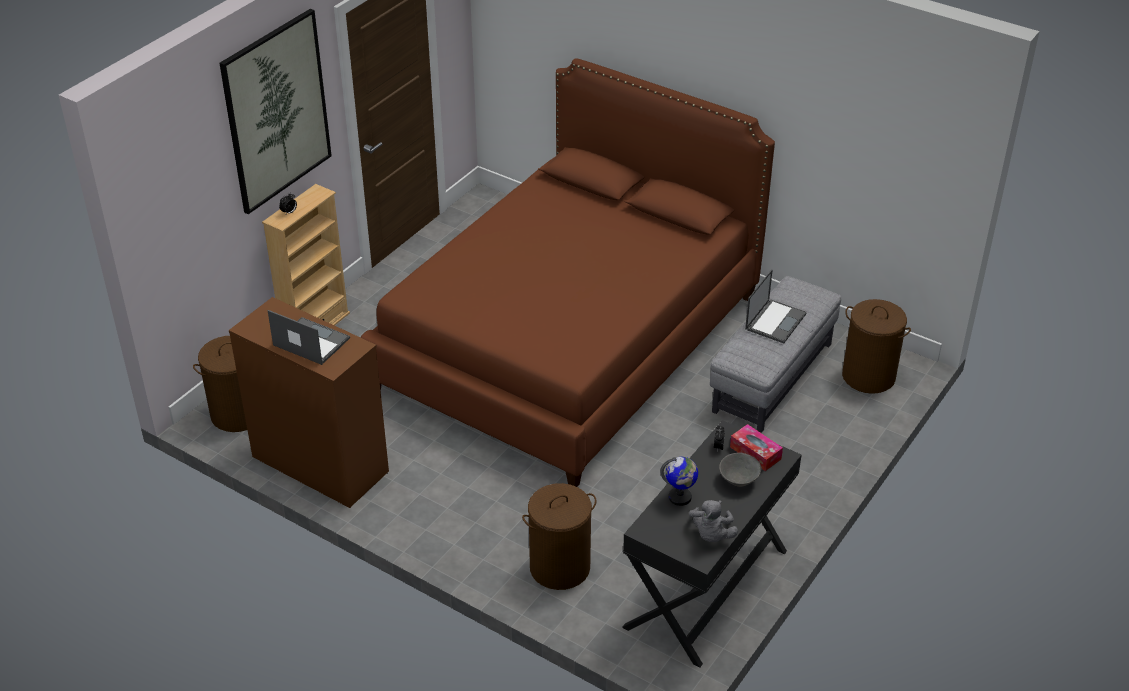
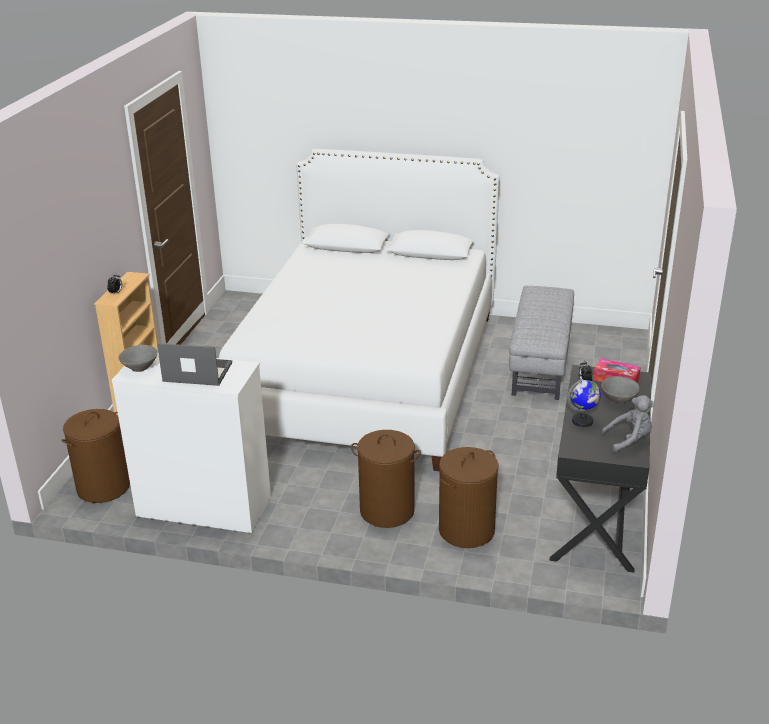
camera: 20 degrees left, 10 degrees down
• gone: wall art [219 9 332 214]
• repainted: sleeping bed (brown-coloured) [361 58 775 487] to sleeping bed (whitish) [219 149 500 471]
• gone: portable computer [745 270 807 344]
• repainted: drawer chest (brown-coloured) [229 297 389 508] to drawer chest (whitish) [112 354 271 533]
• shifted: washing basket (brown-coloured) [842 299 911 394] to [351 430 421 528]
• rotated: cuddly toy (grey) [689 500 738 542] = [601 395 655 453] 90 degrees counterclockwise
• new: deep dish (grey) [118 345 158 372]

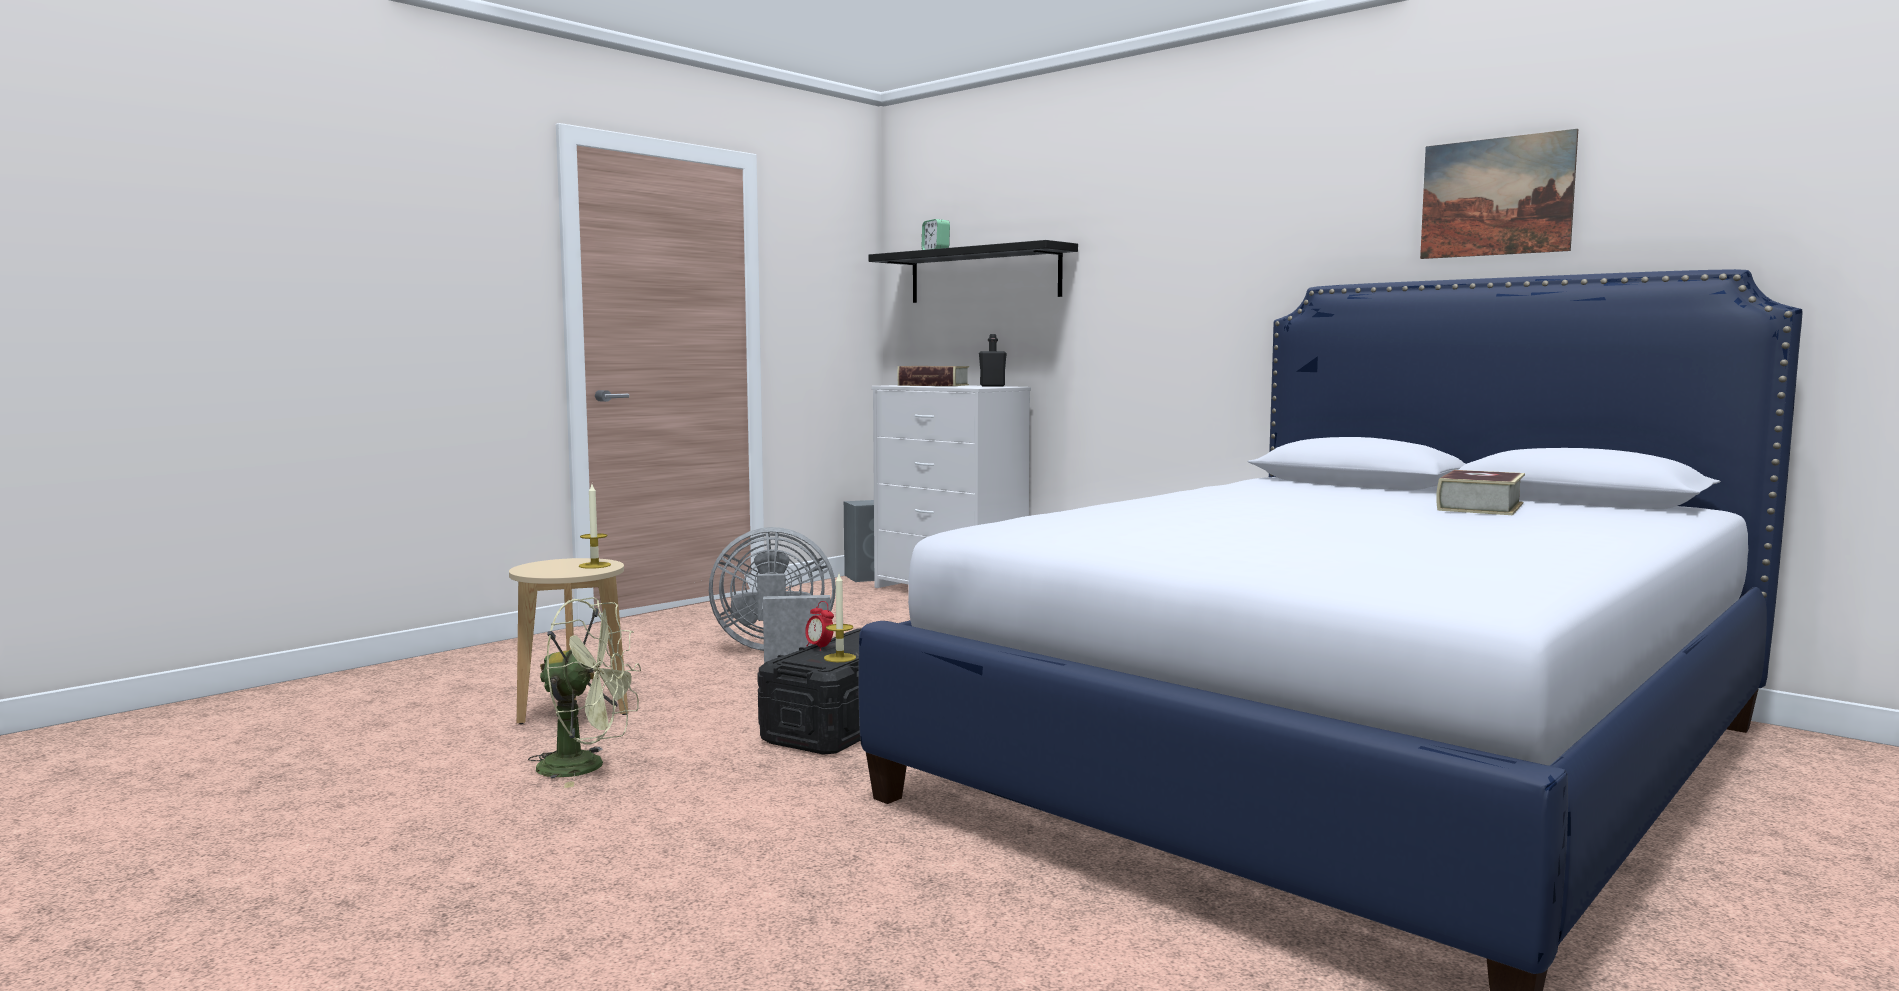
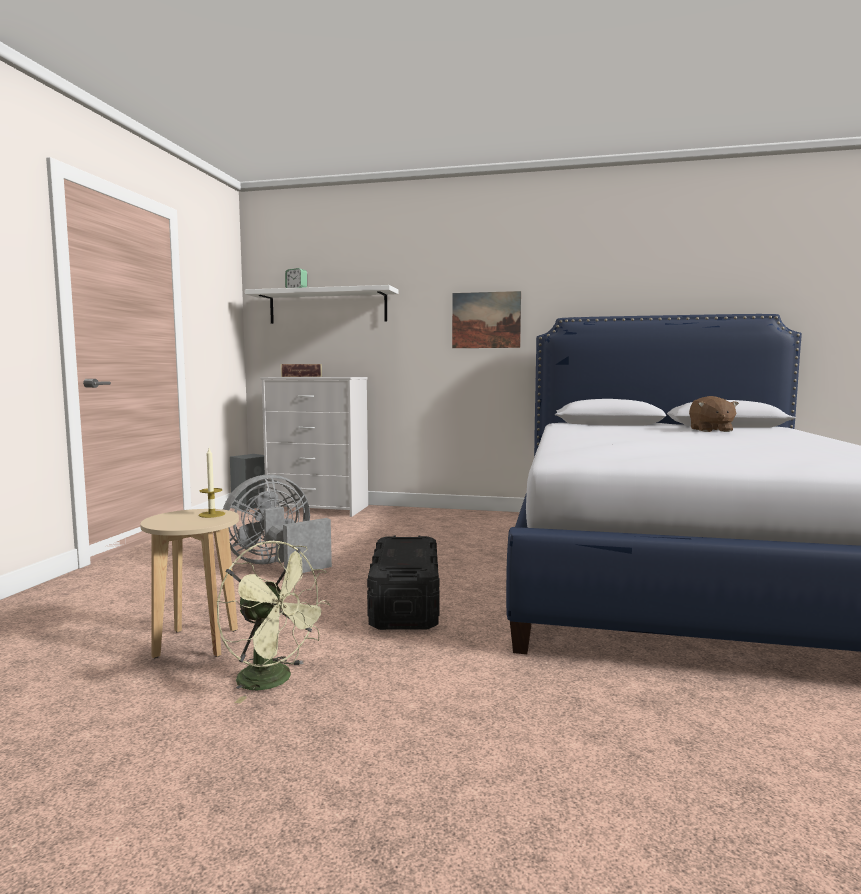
camera: 30 degrees left, 0 degrees up
• shifted: wall art [1420 129 1578 259] to [452 291 521 348]
• repainted: shelf (black) [869 240 1078 303] to shelf (whitish) [245 285 398 324]
• gone: bottle (black) [979 334 1007 387]
• swapped: volume [1436 470 1525 515] to cuddly toy (brown-coloured) [689 396 739 432]
• gone: wax light [824 574 856 662]
• rotated: fan (green) [528 597 641 788] = [217 541 331 703] 60 degrees clockwise
• gone: alarm clock [805 601 834 651]

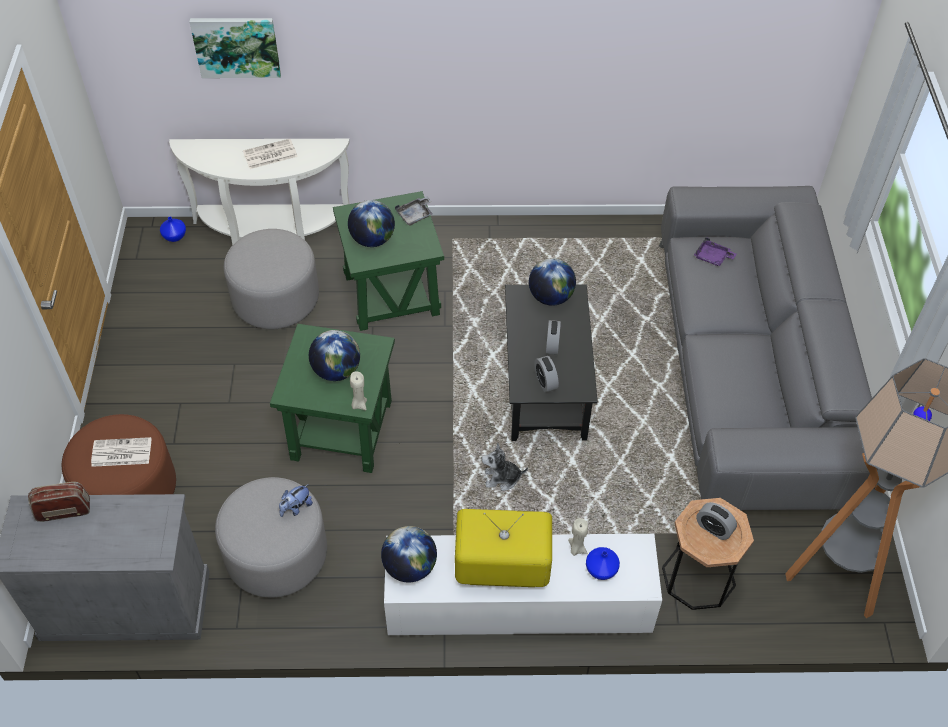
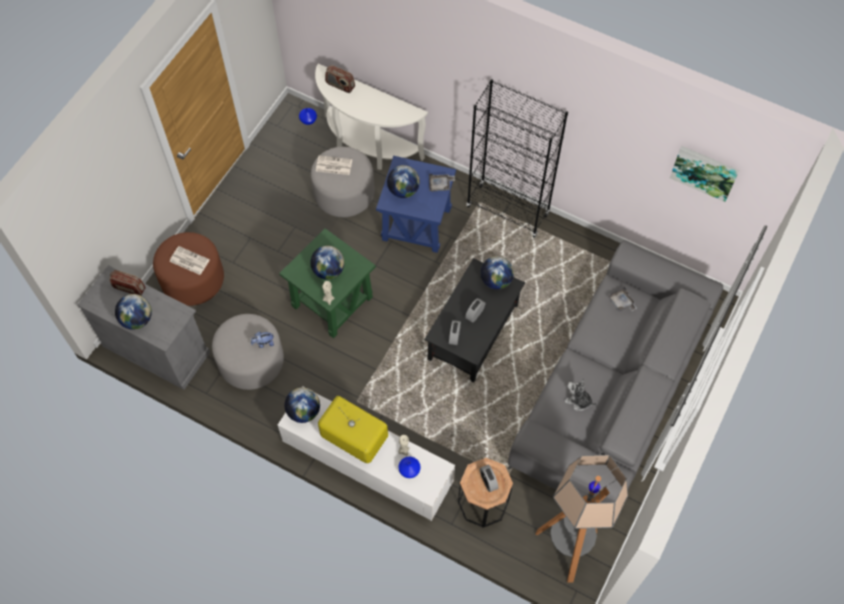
camera: 30 degrees right, 10 degrees up
• shifted: wall art [189 18 281 78] to [670 146 740 202]
• shifted: printed paper [243 139 298 169] to [316 156 352 175]
• repainted: accent table (green) [333 191 444 331] to accent table (blue) [376 156 456 253]
• repainted: carrying tray (purple) [694 237 737 266] to carrying tray (grey) [608 287 637 312]
• shifted: cuddly toy [482 443 528 491] to [564 378 597 411]
• new: radio receiver [325 65 355 93]
• new: shelving unit (black) [466 79 568 238]
• new: desk globe [115 294 152 330]

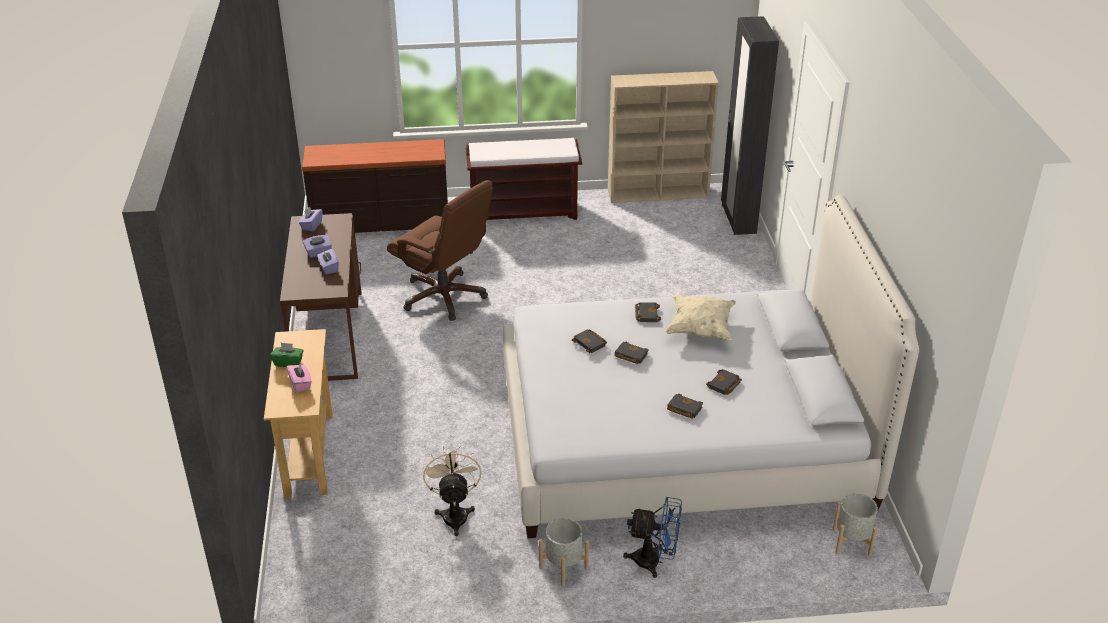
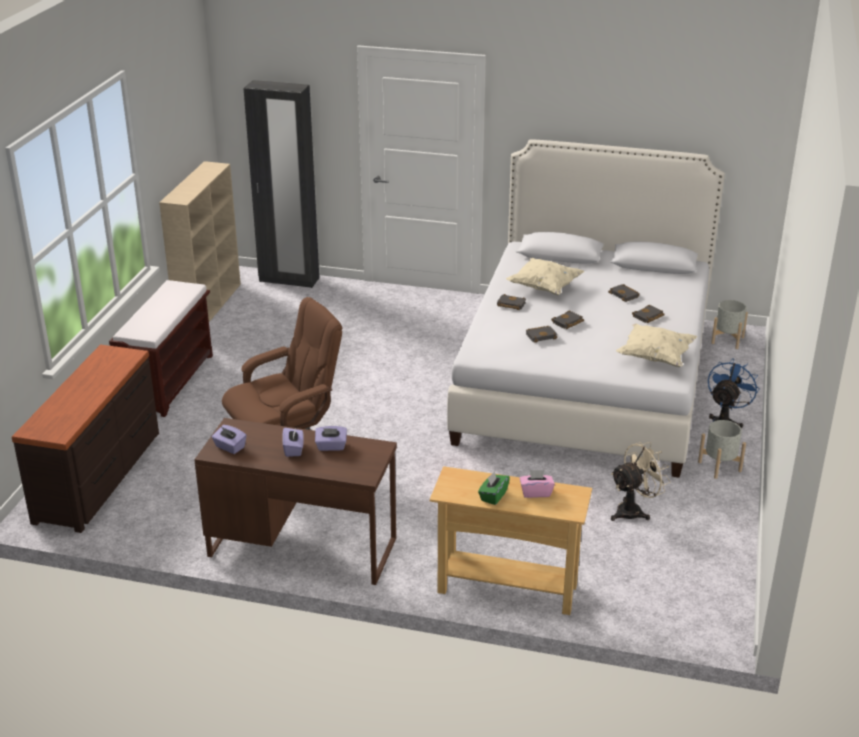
camera: 70 degrees left, 5 degrees down
• rotated: fan (sand-coloured) [423 446 481 536] = [611 442 671 521] 135 degrees clockwise
• new: pillow (sand-coloured) [616 323 697 367]

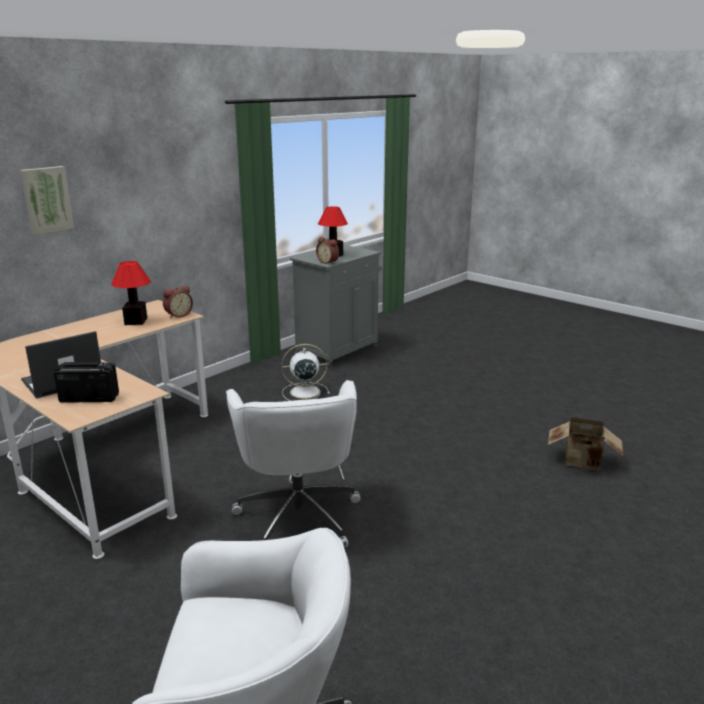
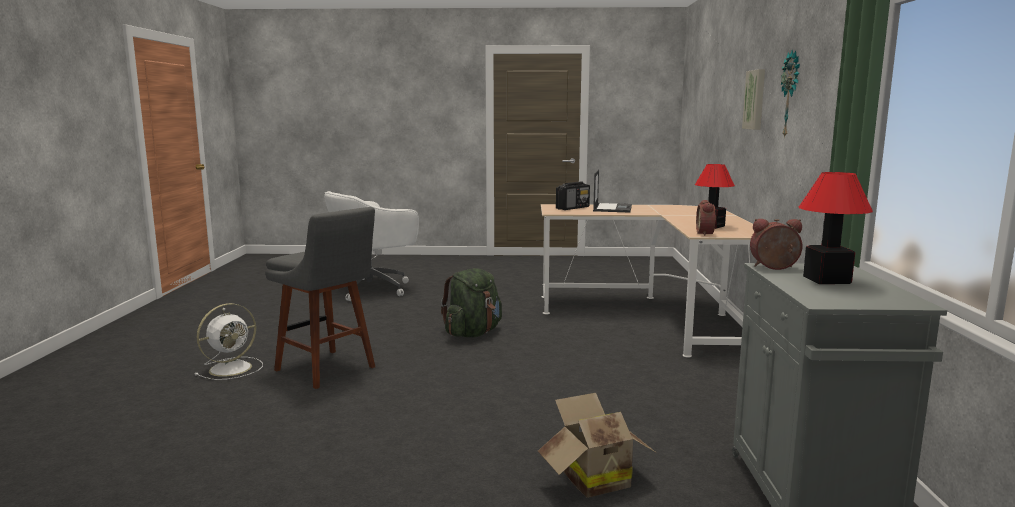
camera: 140 degrees right, 10 degrees down
• shifted: fan (whitish) [281 344 330 401] to [195 303 263 380]
• swapped: office chair (whitish) [226 380 361 547] to backpack (green) [441 268 502 337]
• shifted: packing box [548 417 623 471] to [538 393 655 498]
• new: wall clock [781 49 800 138]
• new: stool seat (grey) [265 207 375 389]

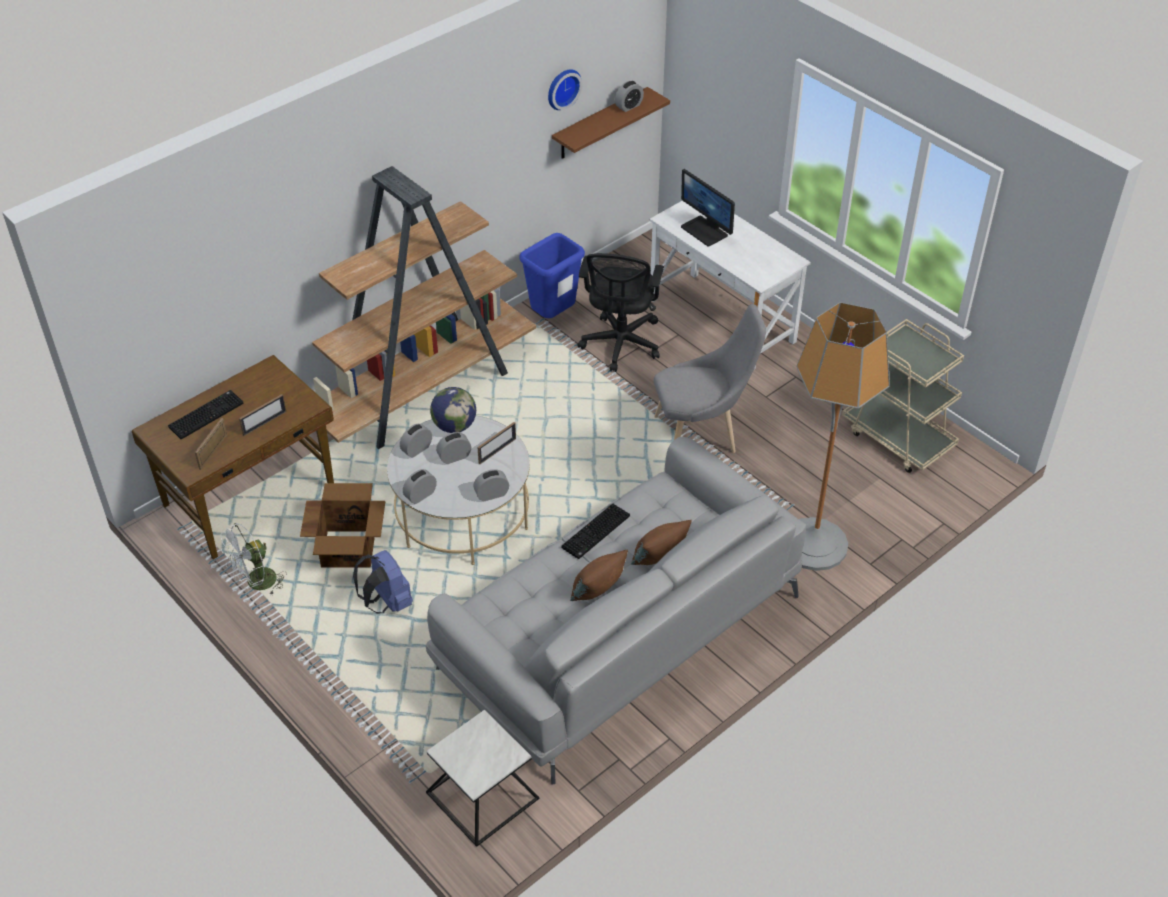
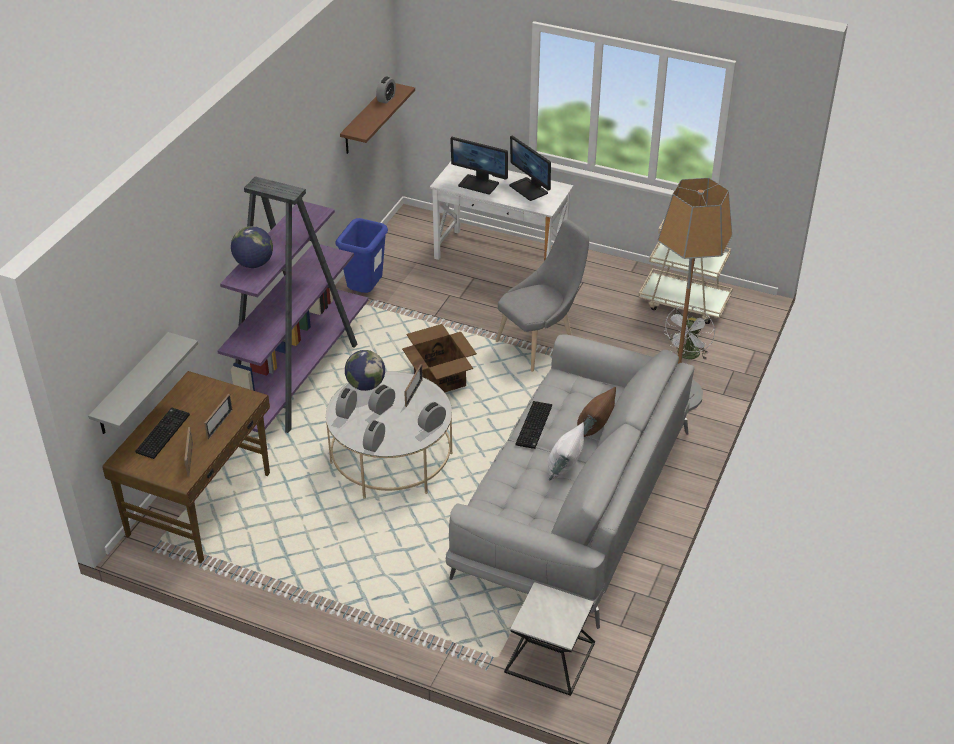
camera: 25 degrees left, 5 degrees down
• gone: wall clock [548 69 582 110]
• repainted: shelving unit (brown-coloured) [312 166 536 449] to shelving unit (purple) [218 176 369 433]
• gone: office chair (black) [577 253 664 372]
• shifted: packing box [300 483 385 568] to [402 324 477 392]
• shifted: fan (whitish) [221 523 286 595] to [663 306 715 359]
• repainted: pillow (brown-coloured) [570 549 628 601] to pillow (whitish) [548 422 584 480]
• gone: backpack (blue) [353 550 413 613]
• new: monitor [509 135 551 201]
• new: desk globe [231 226 273 268]
• new: shelf (grey) [88 332 198 434]

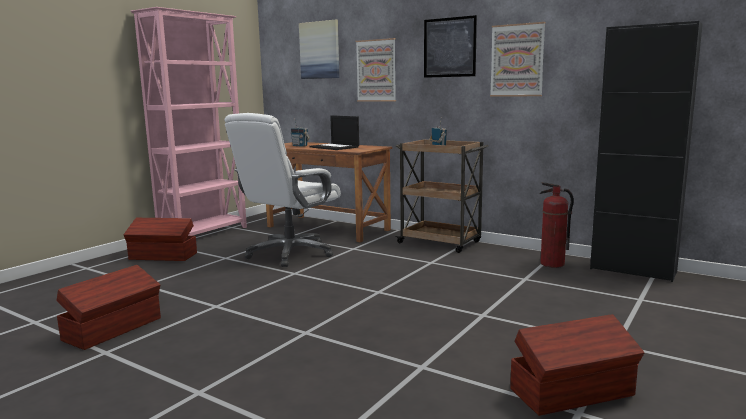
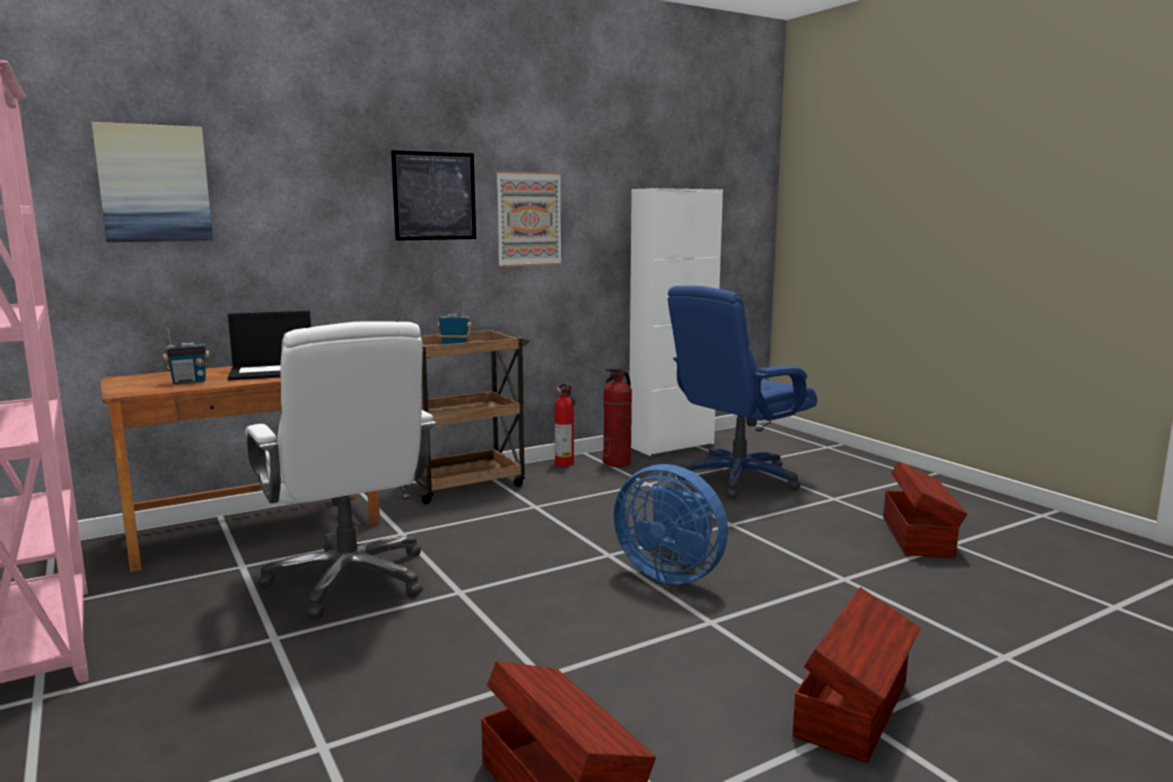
camera: 65 degrees left, 0 degrees up
• repainted: storage cabinet (black) [590 21 703 282] to storage cabinet (whitish) [629 188 723 456]
• gone: wall art [356 38 396 101]
• shifted: storage box (brown-coloured) [124 218 197 261] to [793 587 921 763]
• new: office chair (blue) [668 286 817 498]
• new: fire extinguisher [554 383 575 466]
• new: fan (blue) [614 464 728 584]

